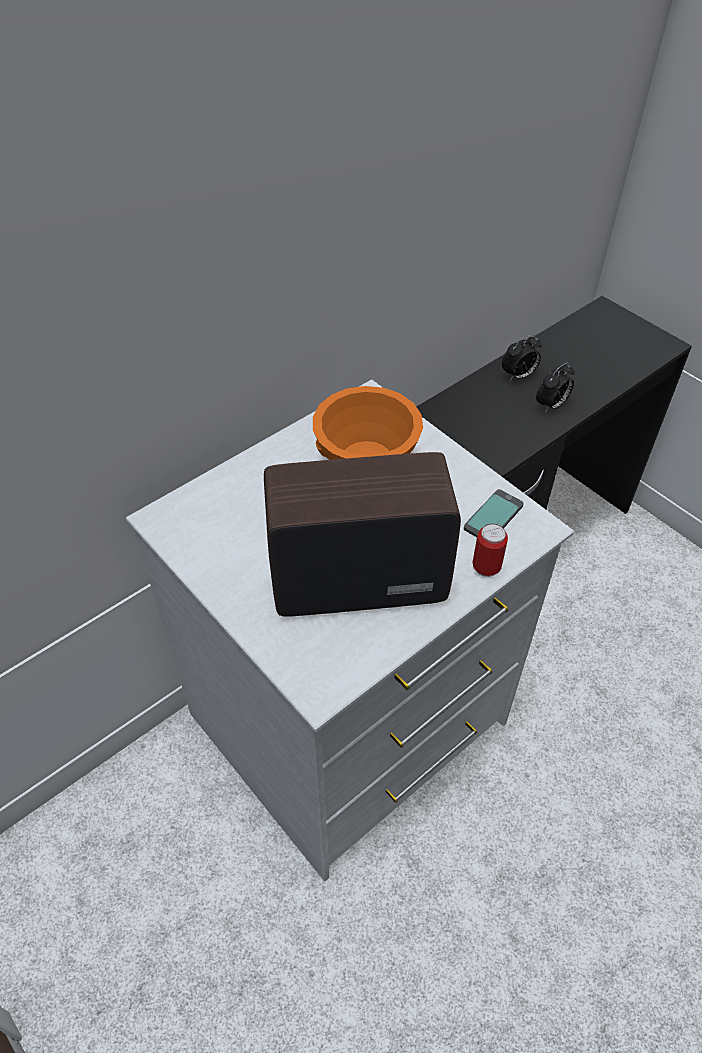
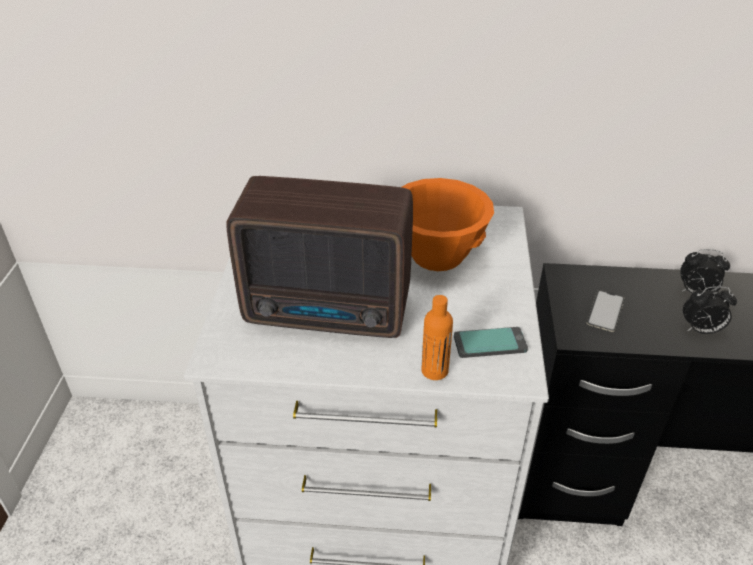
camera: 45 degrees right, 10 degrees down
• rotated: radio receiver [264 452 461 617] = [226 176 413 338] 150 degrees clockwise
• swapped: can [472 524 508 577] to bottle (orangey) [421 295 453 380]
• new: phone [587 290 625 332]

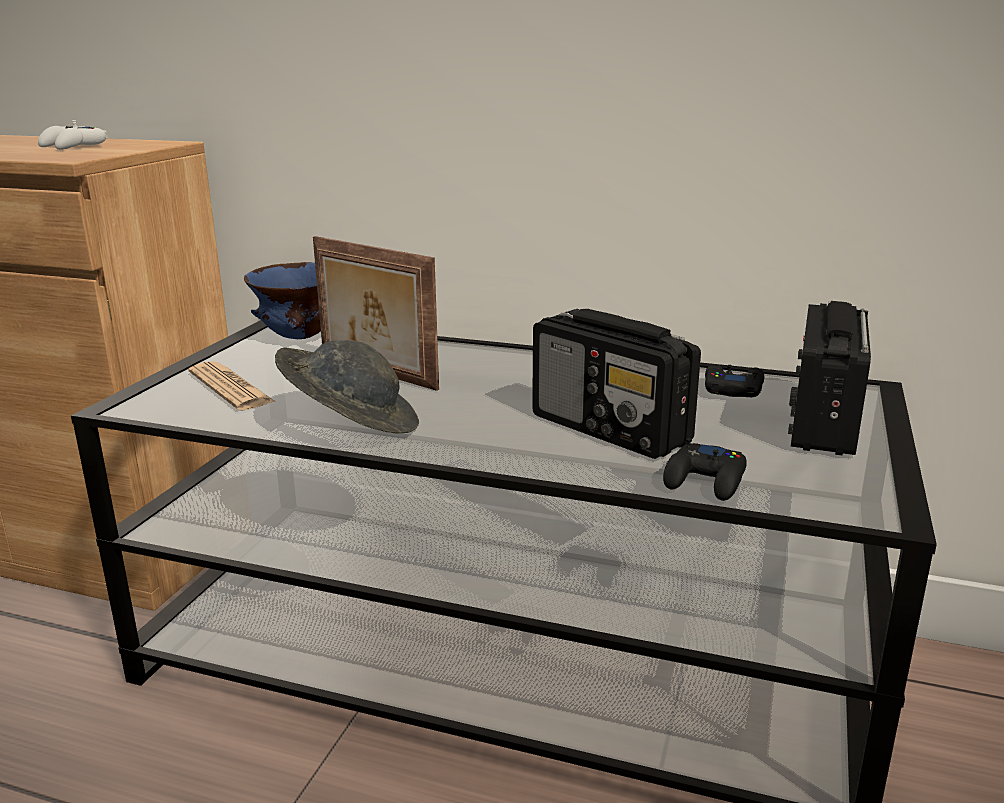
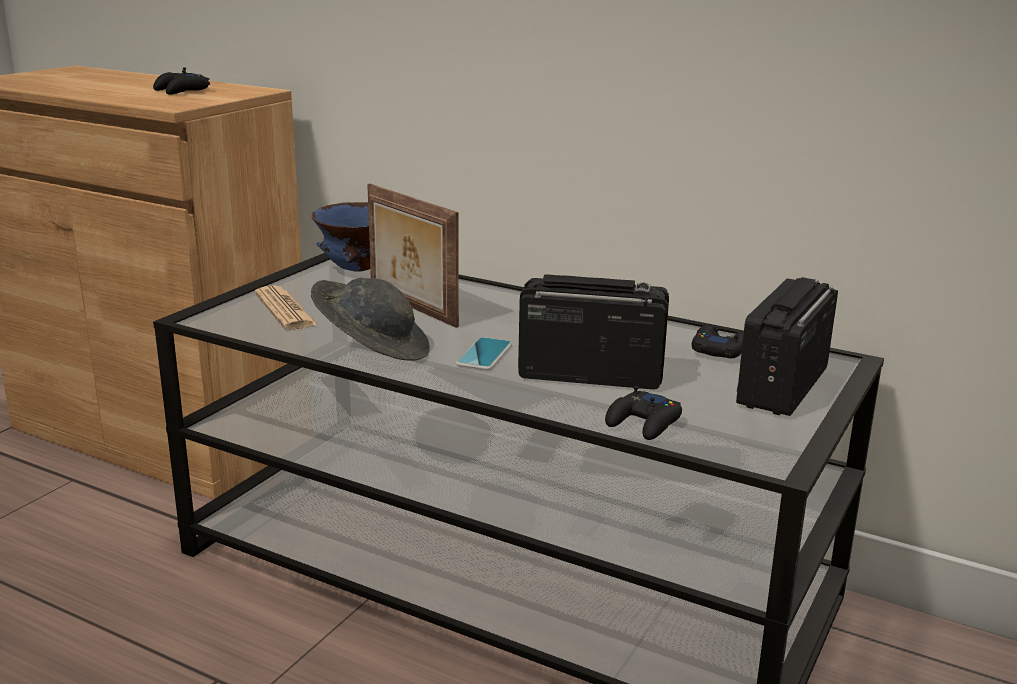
camera: 10 degrees right, 0 degrees up
• repainted: game controller (whitish) [38 120 108 150] to game controller (black) [153 67 210 95]
• rotated: radio receiver [532 309 701 459] = [518 274 669 390] 135 degrees clockwise
• new: phone [456 337 512 370]

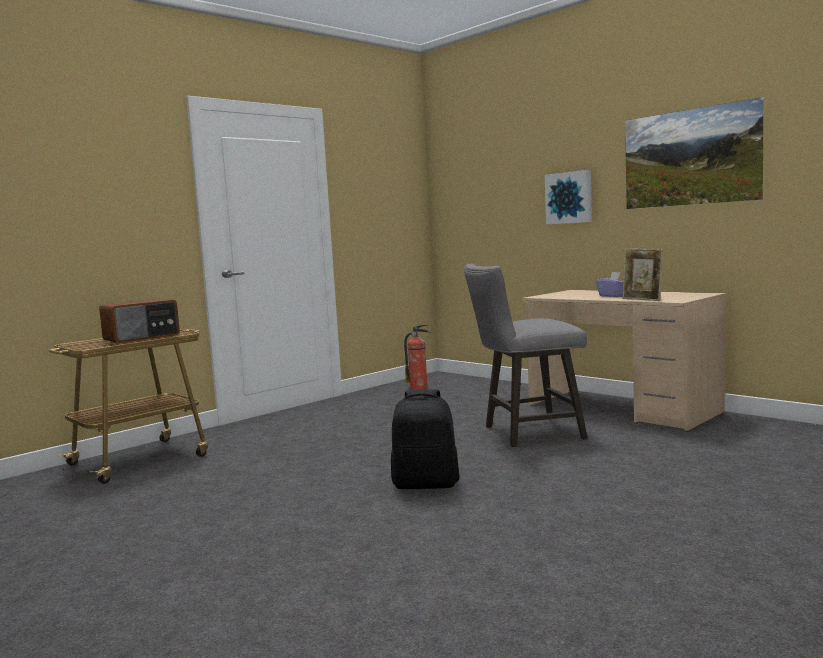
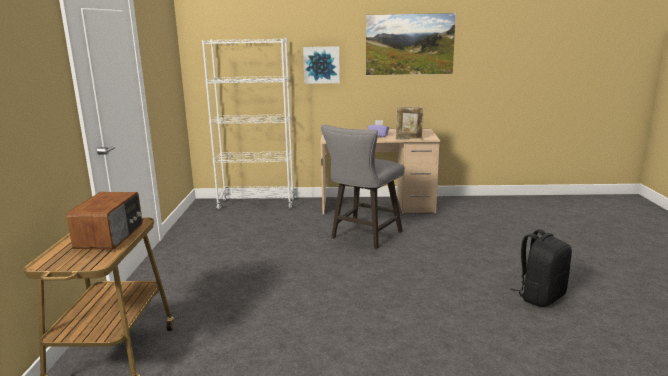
camera: 45 degrees left, 10 degrees up
• gone: fire extinguisher [404 324 430 390]
• shifted: backpack (black) [391 389 459 489] to [510 229 572 307]
• new: shelving unit (whitish) [202 38 295 209]

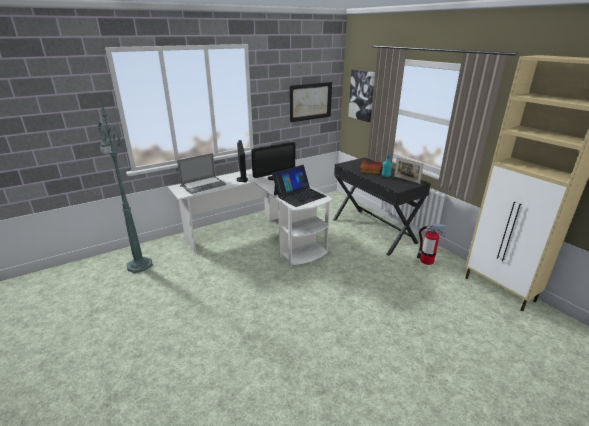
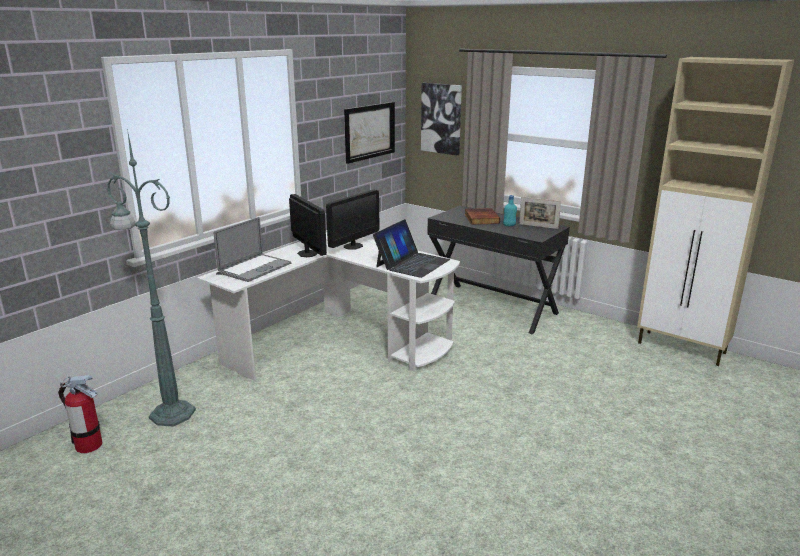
camera: 20 degrees left, 5 degrees down
• shifted: fire extinguisher [417 224 446 265] to [58 375 102 453]

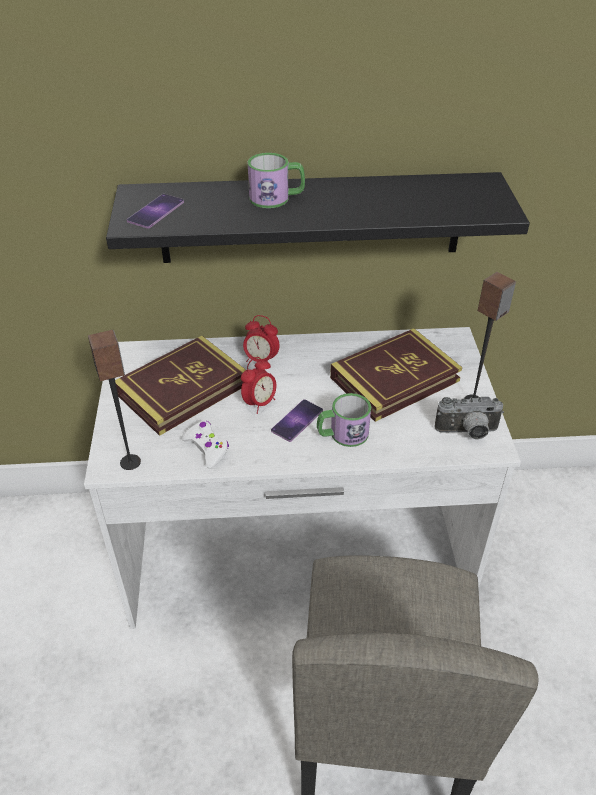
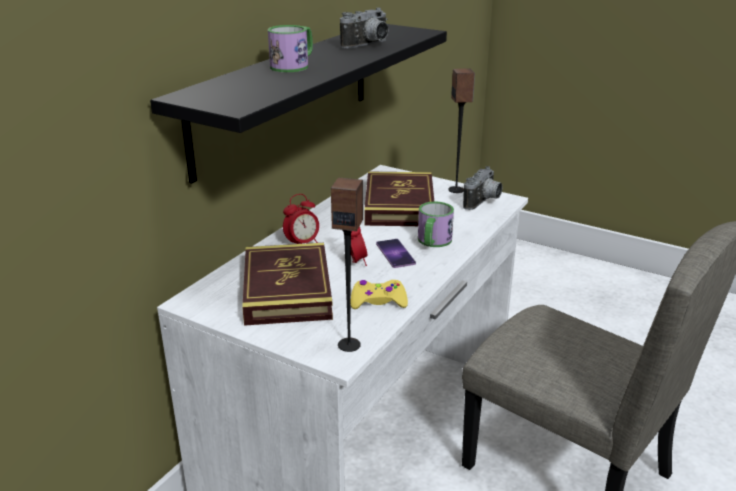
camera: 55 degrees left, 15 degrees down
• gone: phone [127 194 184 229]
• repainted: game controller (whitish) [181 421 229 469] to game controller (yellowish) [351 280 408 309]
• new: still camera [340 8 389 49]

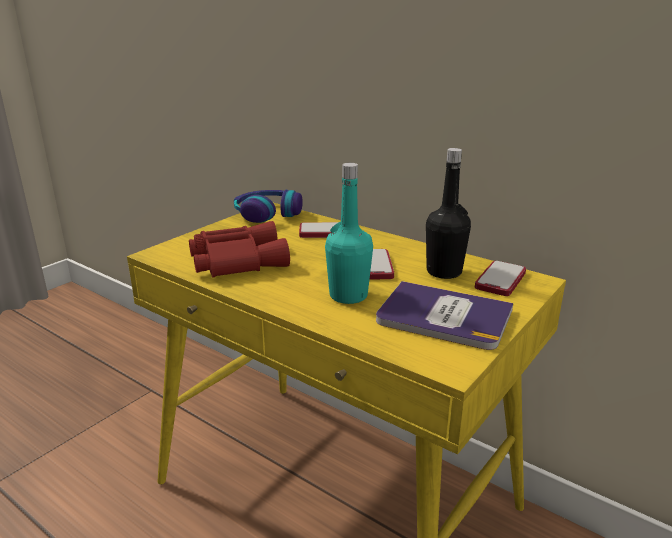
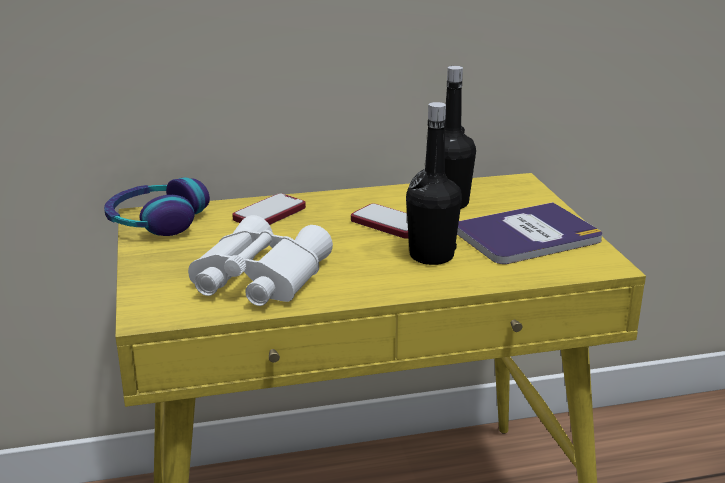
camera: 50 degrees left, 0 degrees up
• repainted: bottle (blue-green) [325 163 373 304] to bottle (black) [406 102 462 265]
• repainted: binoculars (red) [189 221 290 278] to binoculars (whitish) [188 215 333 306]
• gone: phone [475 261 526 296]

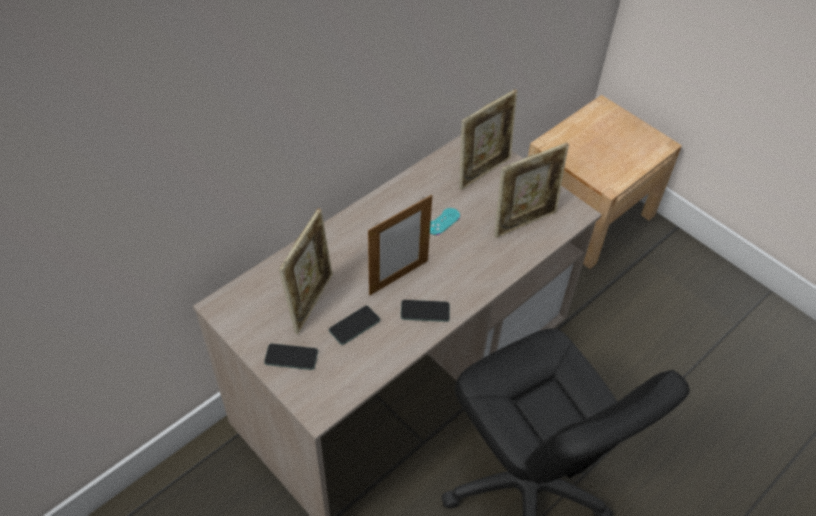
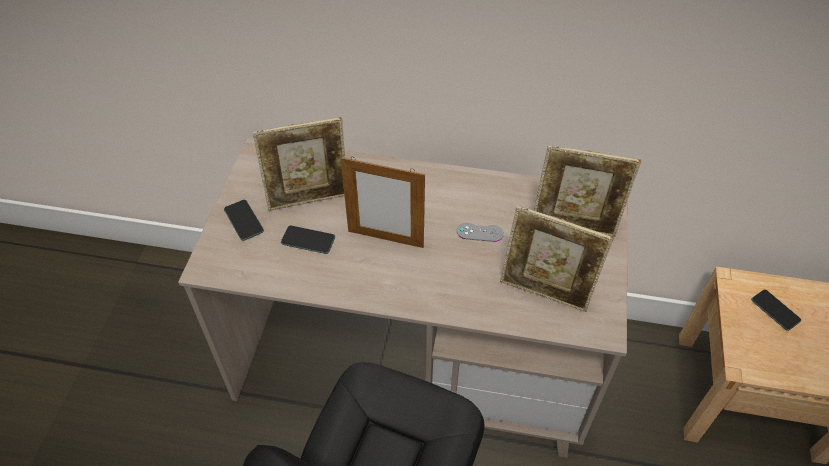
camera: 55 degrees right, 0 degrees up
• repainted: game controller (blue-green) [430 208 460 235] to game controller (grey) [457 223 504 242]
• shifted: phone [401 300 450 322] to [751 290 801 331]

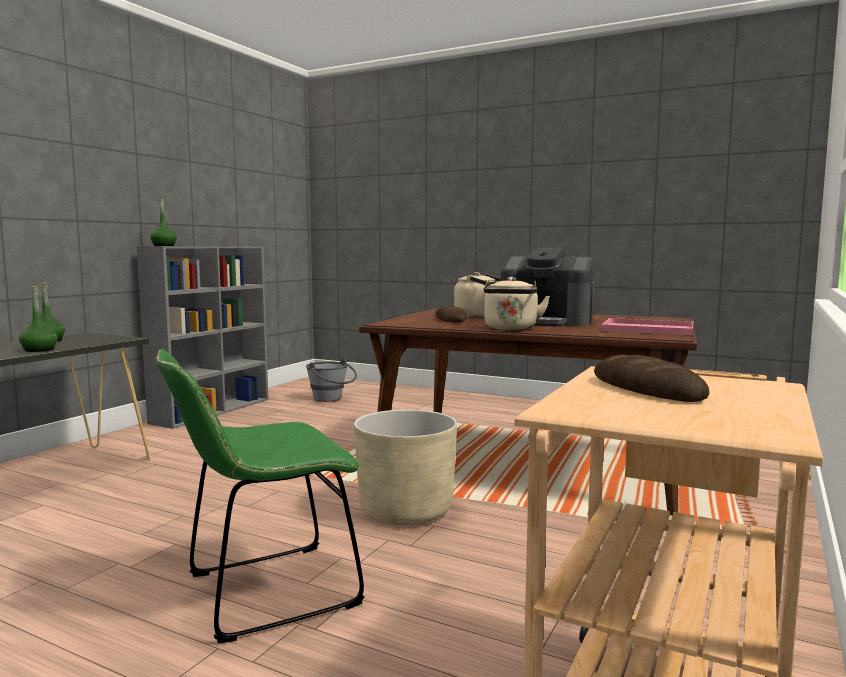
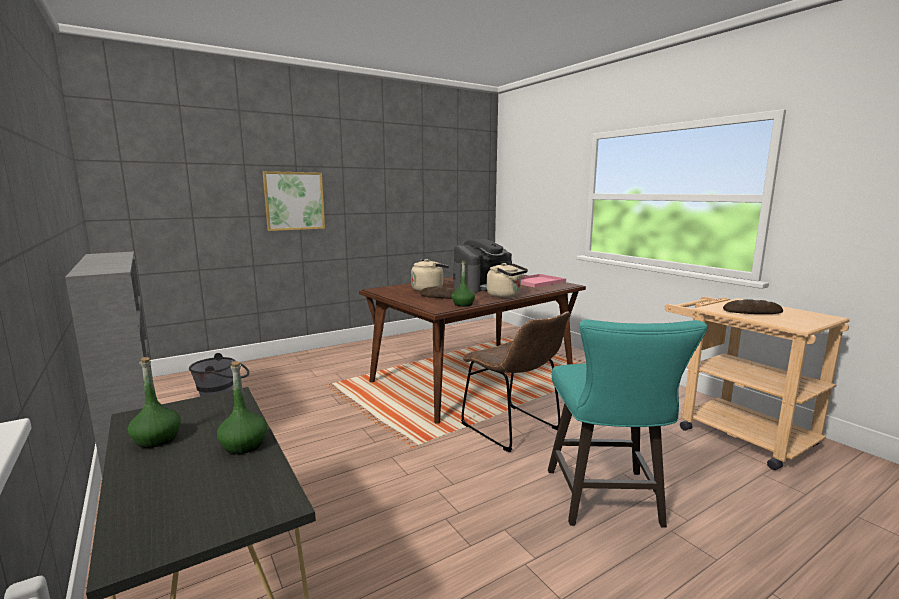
camera: 60 degrees left, 5 degrees up
• shifted: bottle (green) [150 197 177 246] to [452 261 475 307]
• swapped: upright chair (green) [156 349 365 644] to stool seat (blue-green) [548 319 708 528]
• swapped: flower pot (sand-coloured) [354 410 457 525] to upright chair (brown-coloured) [461 311 570 452]
• new: wall art [263 171 325 231]

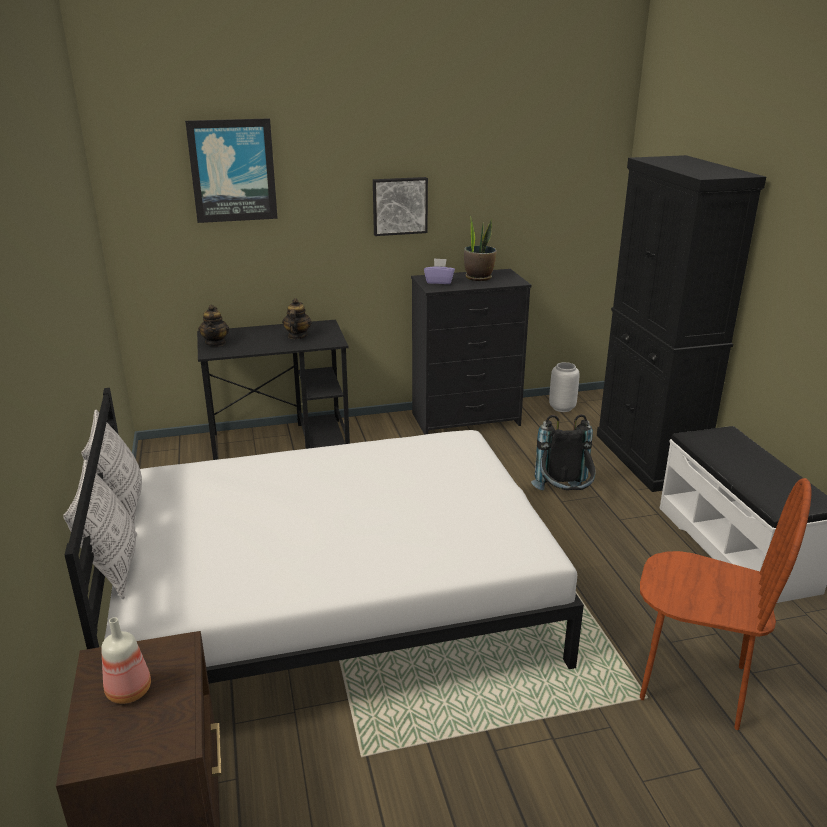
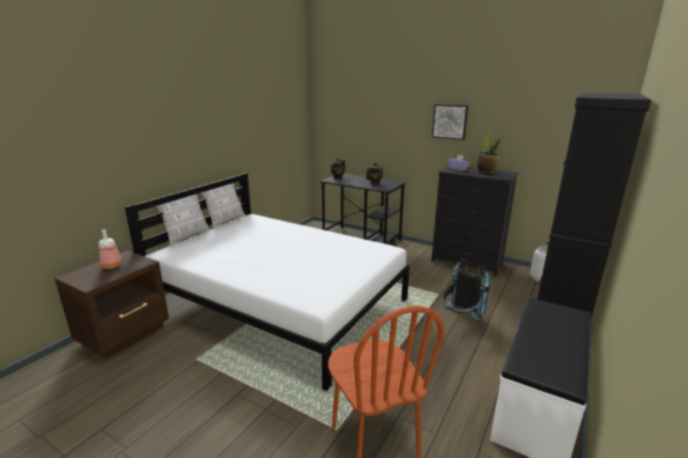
camera: 45 degrees right, 5 degrees down
• gone: wall art [185 118 278 223]

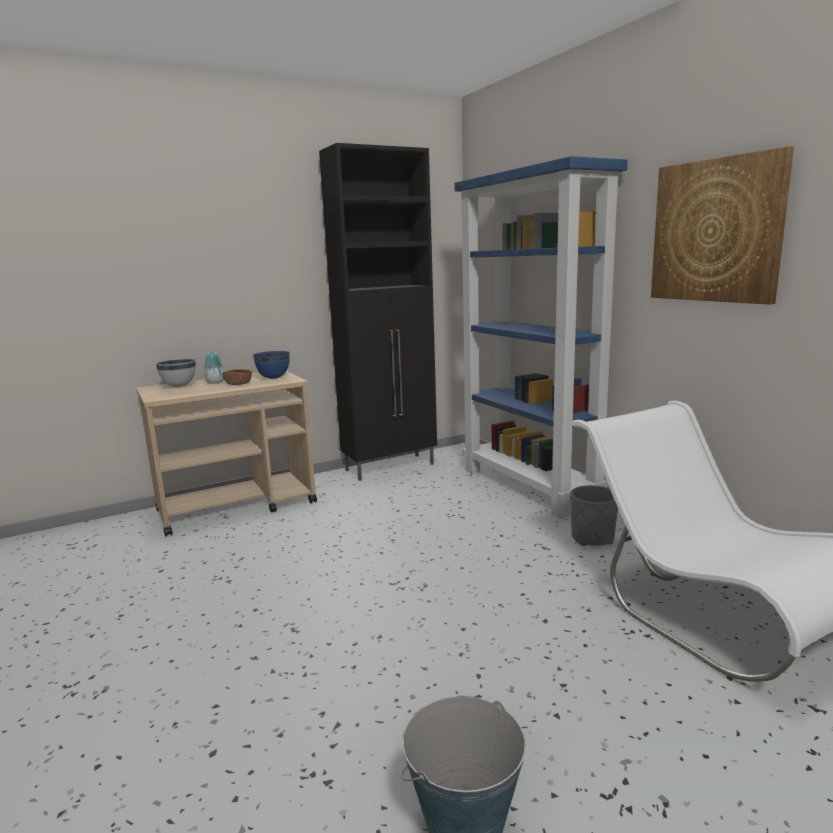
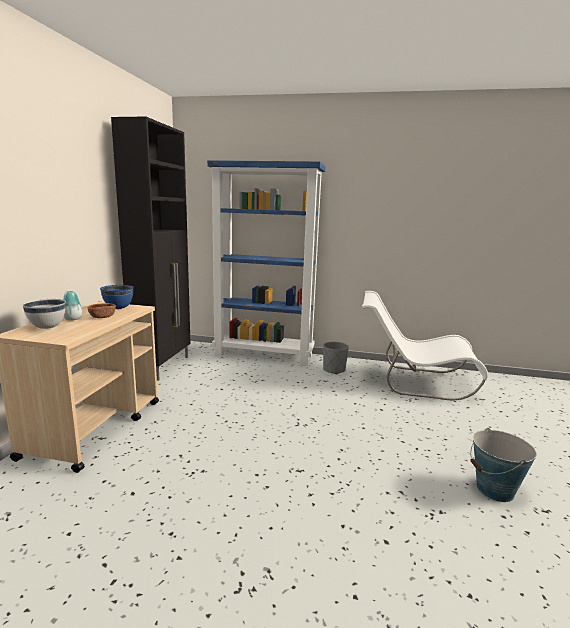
camera: 50 degrees left, 0 degrees up
• gone: wall art [651 146 794 305]

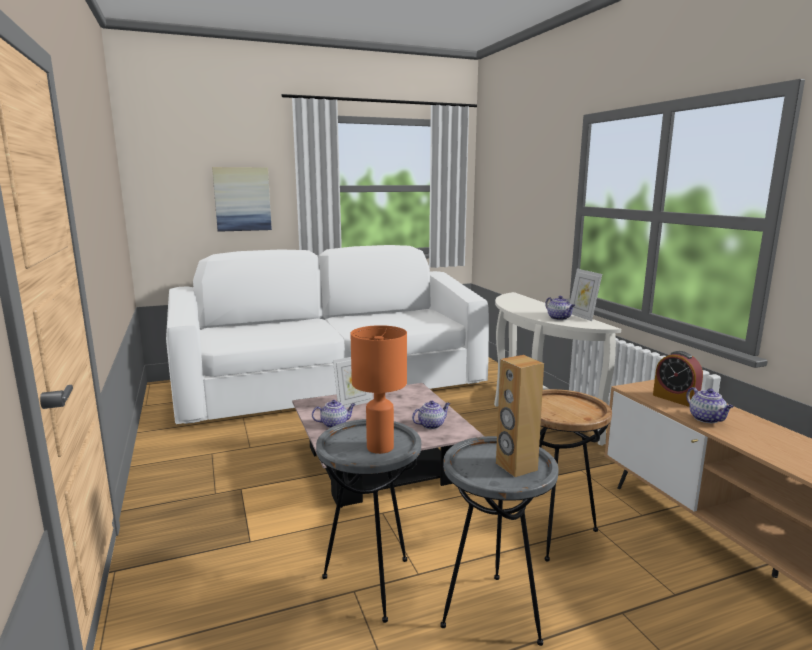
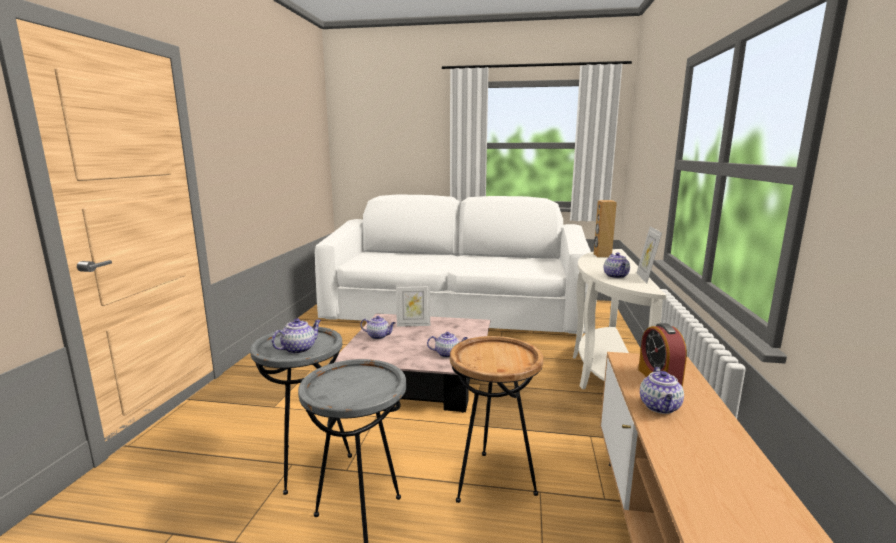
camera: 30 degrees right, 0 degrees up
• gone: wall art [212 167 272 232]
• swapped: lamp for a table (orangey) [350 325 407 454] to tea pot [271 318 321 354]
• shifted: audio speaker (brown-coloured) [496 355 544 477] to [594 200 617 258]

